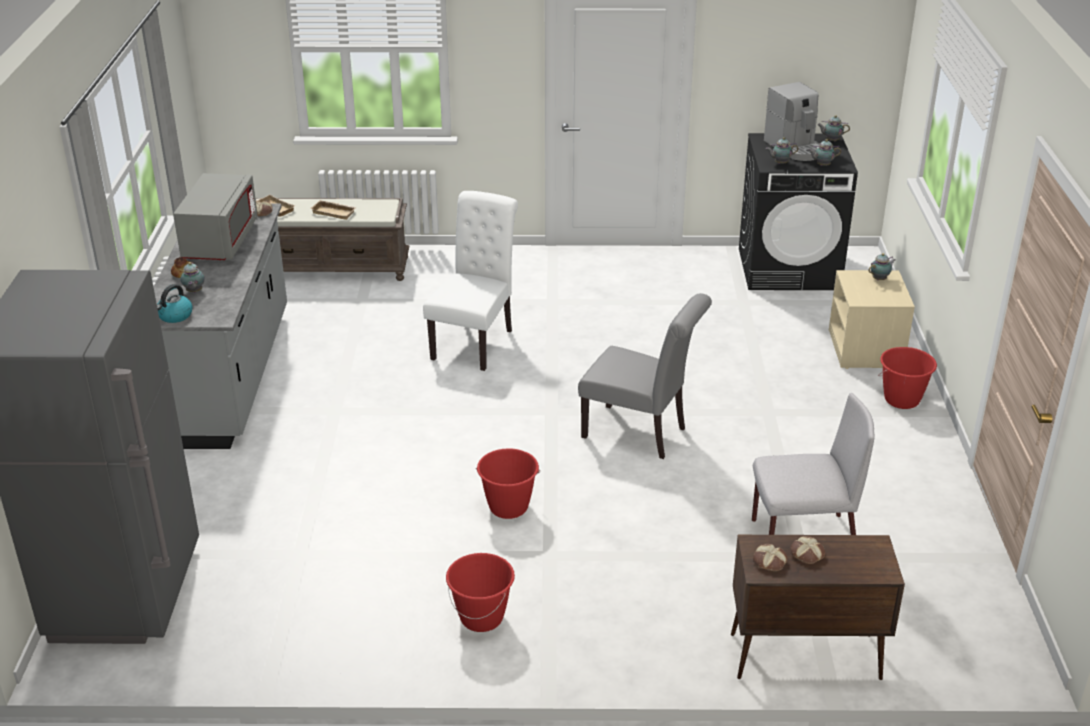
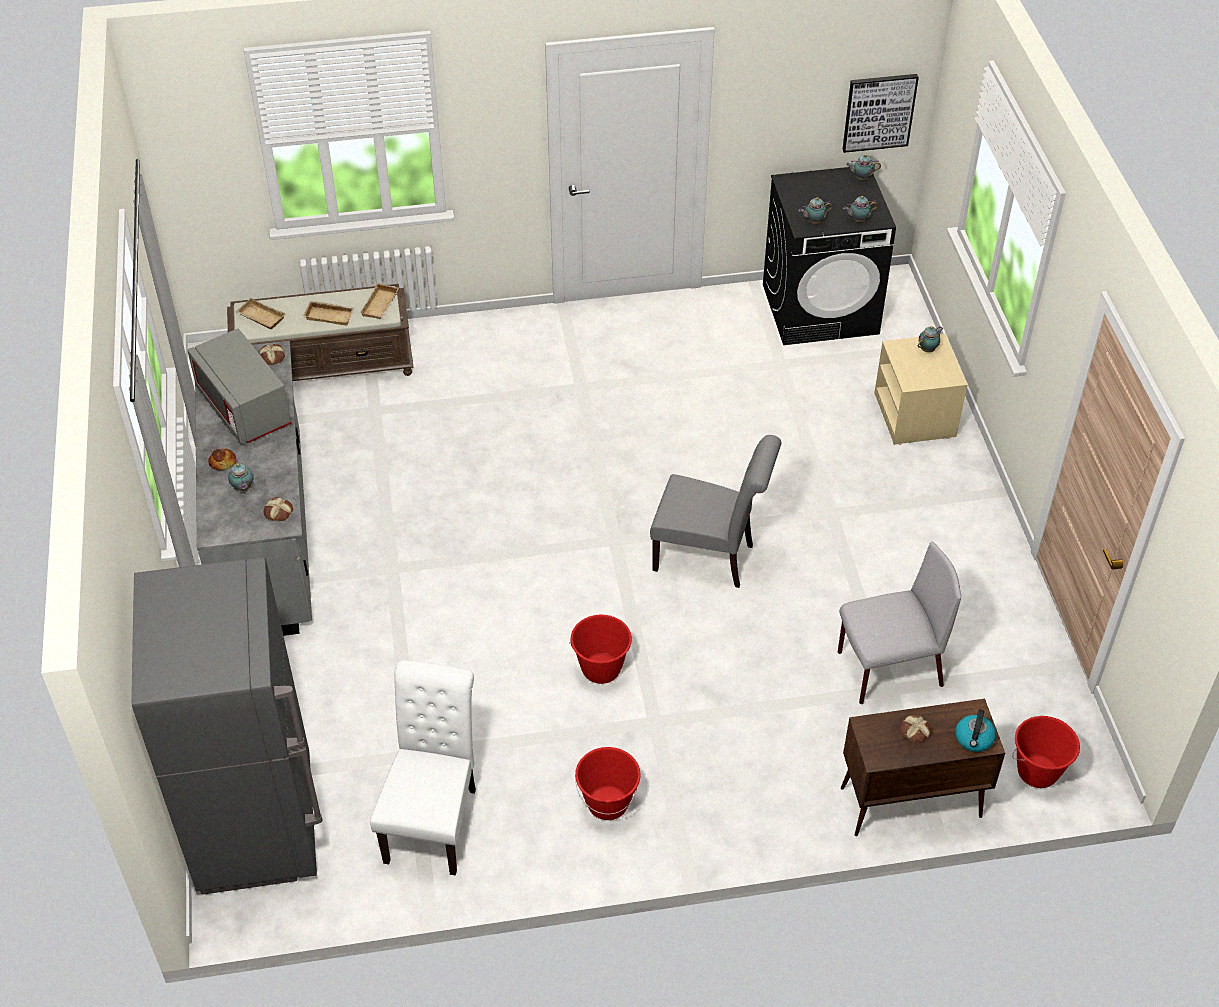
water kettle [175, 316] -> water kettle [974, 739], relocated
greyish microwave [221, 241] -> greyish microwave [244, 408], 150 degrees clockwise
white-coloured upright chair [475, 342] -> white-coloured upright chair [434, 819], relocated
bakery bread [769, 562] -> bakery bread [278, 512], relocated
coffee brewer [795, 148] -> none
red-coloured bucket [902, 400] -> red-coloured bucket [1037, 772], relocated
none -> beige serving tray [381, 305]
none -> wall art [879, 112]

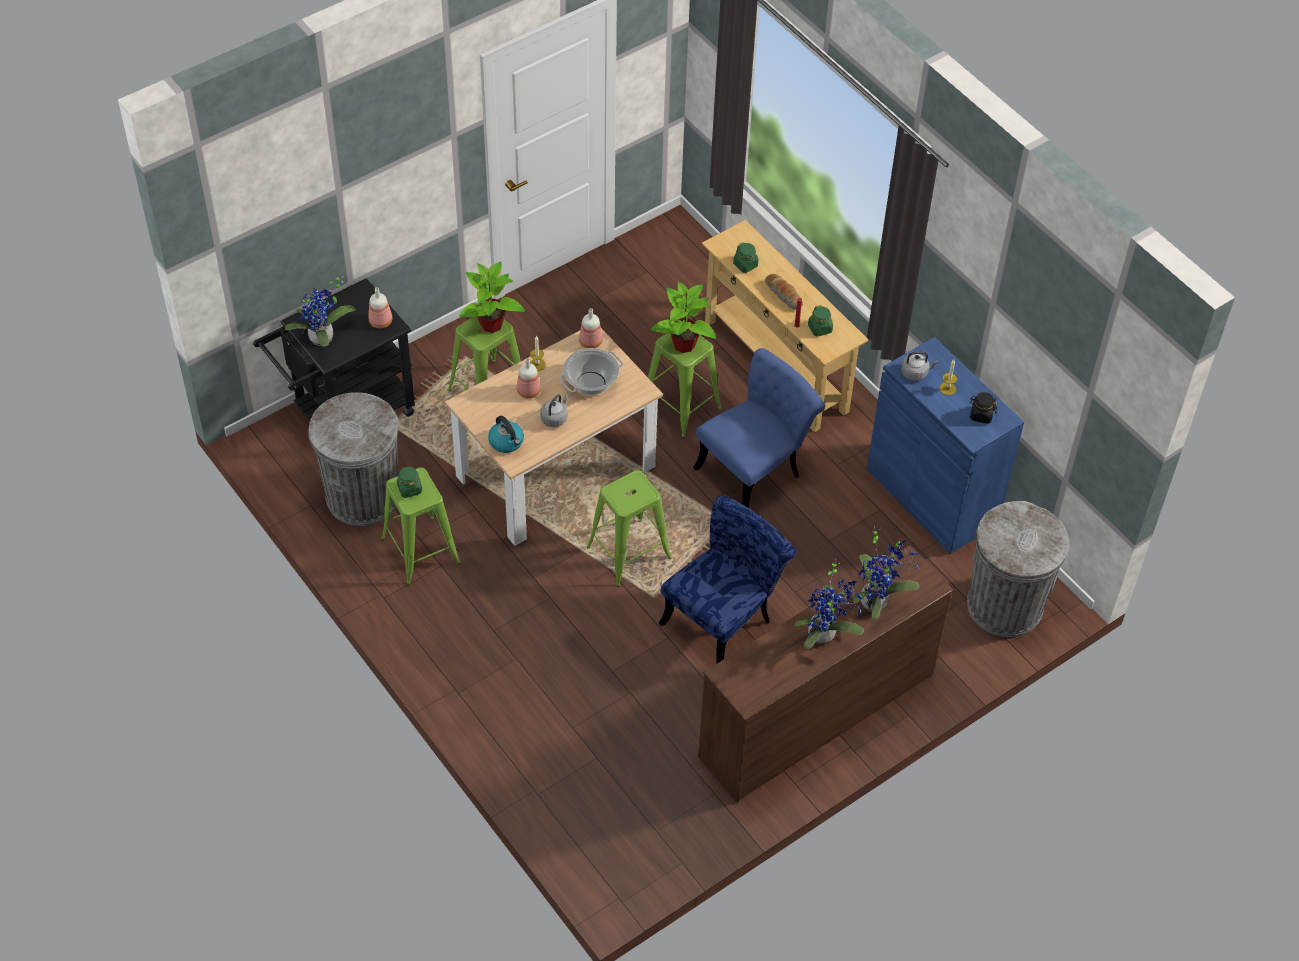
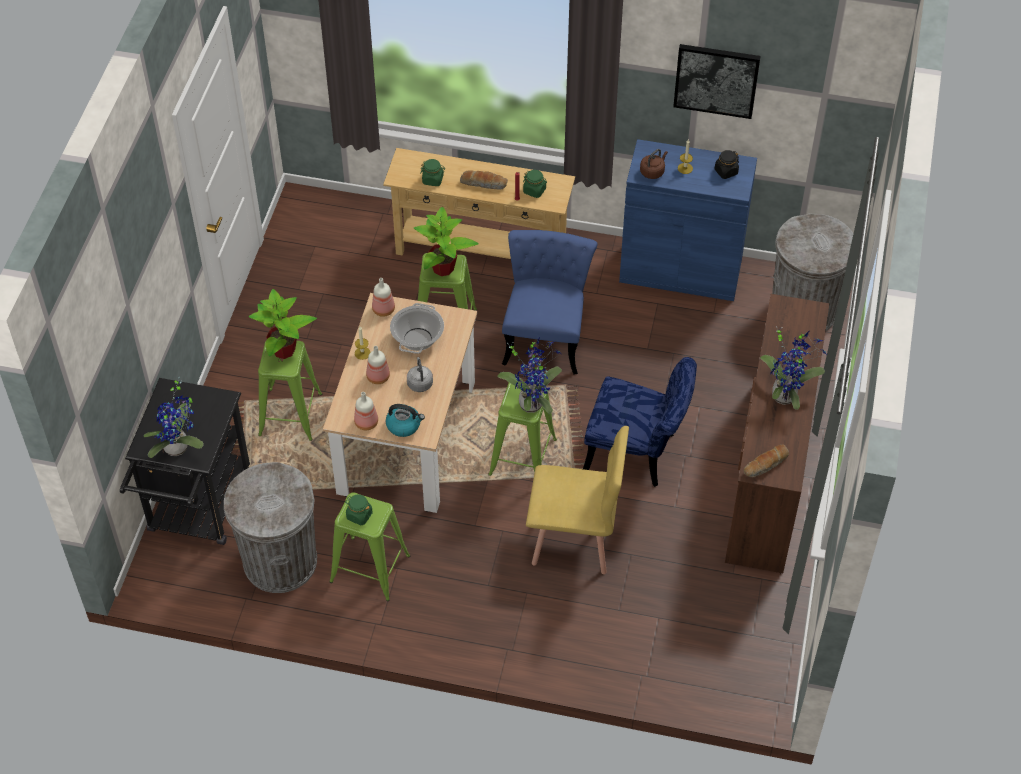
bottle [381, 321] -> bottle [366, 422], relocated
bluish upright chair [724, 619] -> bluish upright chair [637, 454], 105 degrees clockwise
potted plant [877, 601] -> potted plant [532, 402], relocated
greyish water kettle [916, 373] -> brown-coloured water kettle [653, 171]
none -> yellowish upright chair [574, 540]
none -> wall art [716, 80]
none -> bakery bread [766, 465]

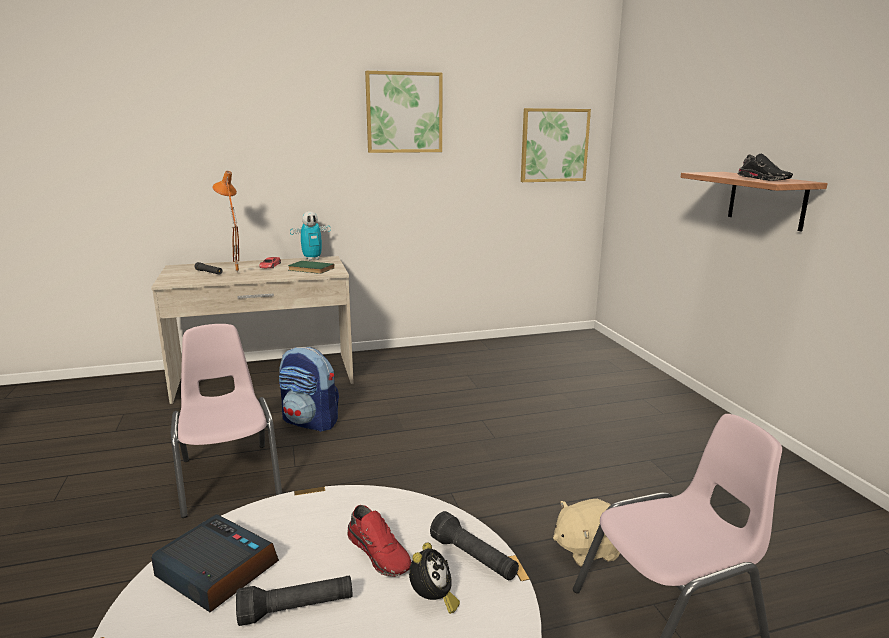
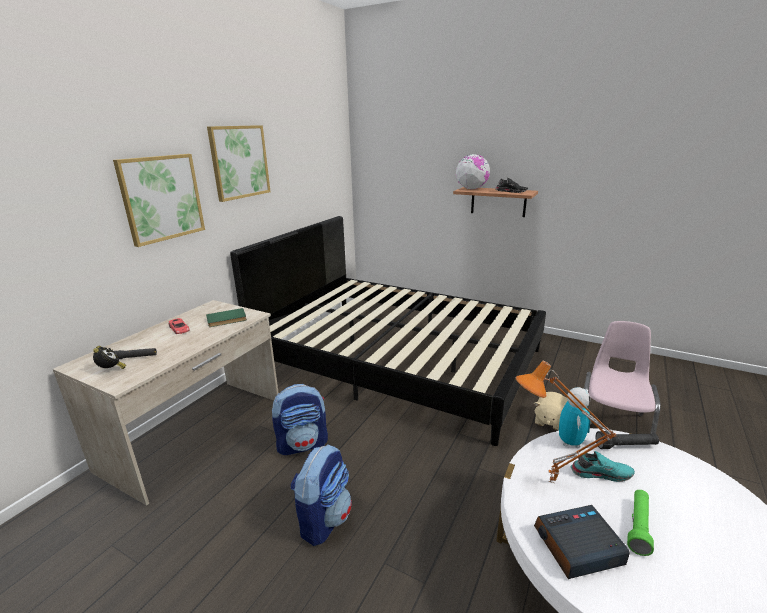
pink upright chair [229, 477] -> rucksack [324, 519]
orange-coloured tabletop lamp [235, 273] -> orange-coloured tabletop lamp [551, 484], relocated
blackish flashlight [297, 609] -> green-coloured flashlight [638, 526]
model robot [312, 259] -> model robot [570, 442], relocated
red-coloured item of footwear [380, 553] -> turquoise item of footwear [600, 473]
alarm clock [432, 600] -> alarm clock [111, 370], relocated
wall art [554, 145] -> wall art [162, 198], relocated
none -> blackish bedroom bed [398, 358]
none -> world globe [471, 189]

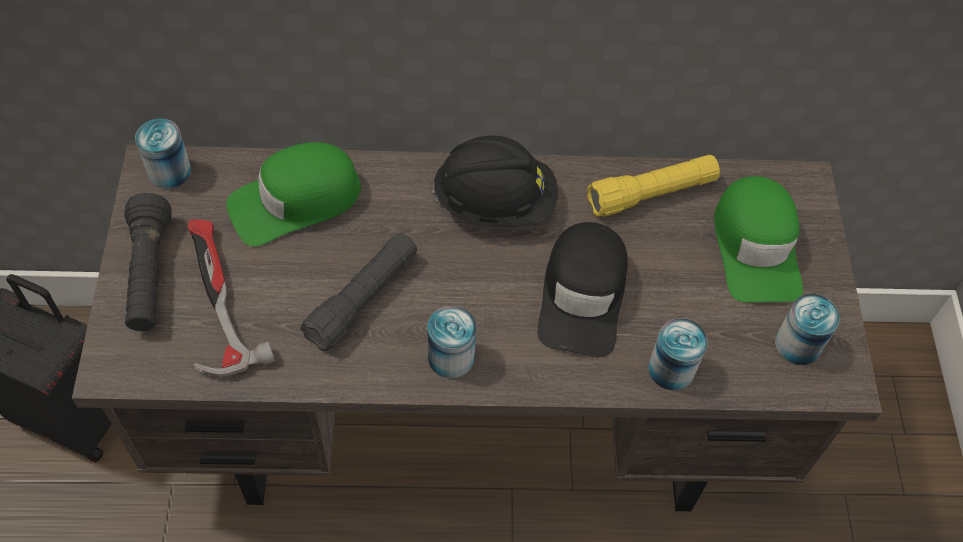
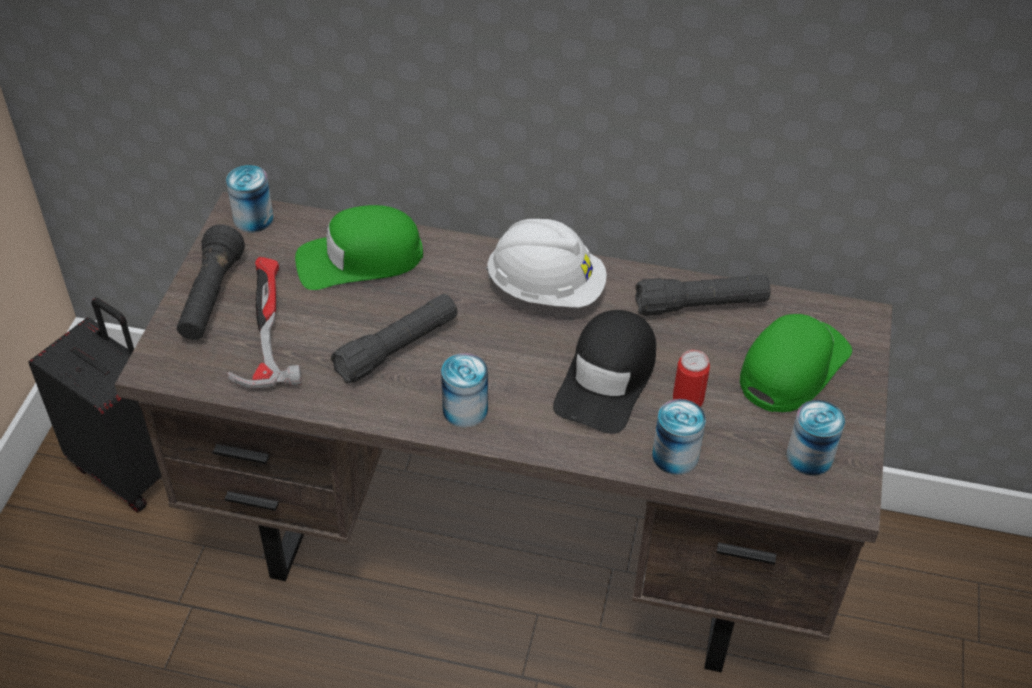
blackish safety helmet [495, 203] -> white-coloured safety helmet [546, 289]
yellowish flashlight [651, 194] -> blackish flashlight [701, 305]
green-coloured cap [756, 247] -> green-coloured cap [792, 366], 150 degrees counterclockwise
none -> metal can [688, 399]

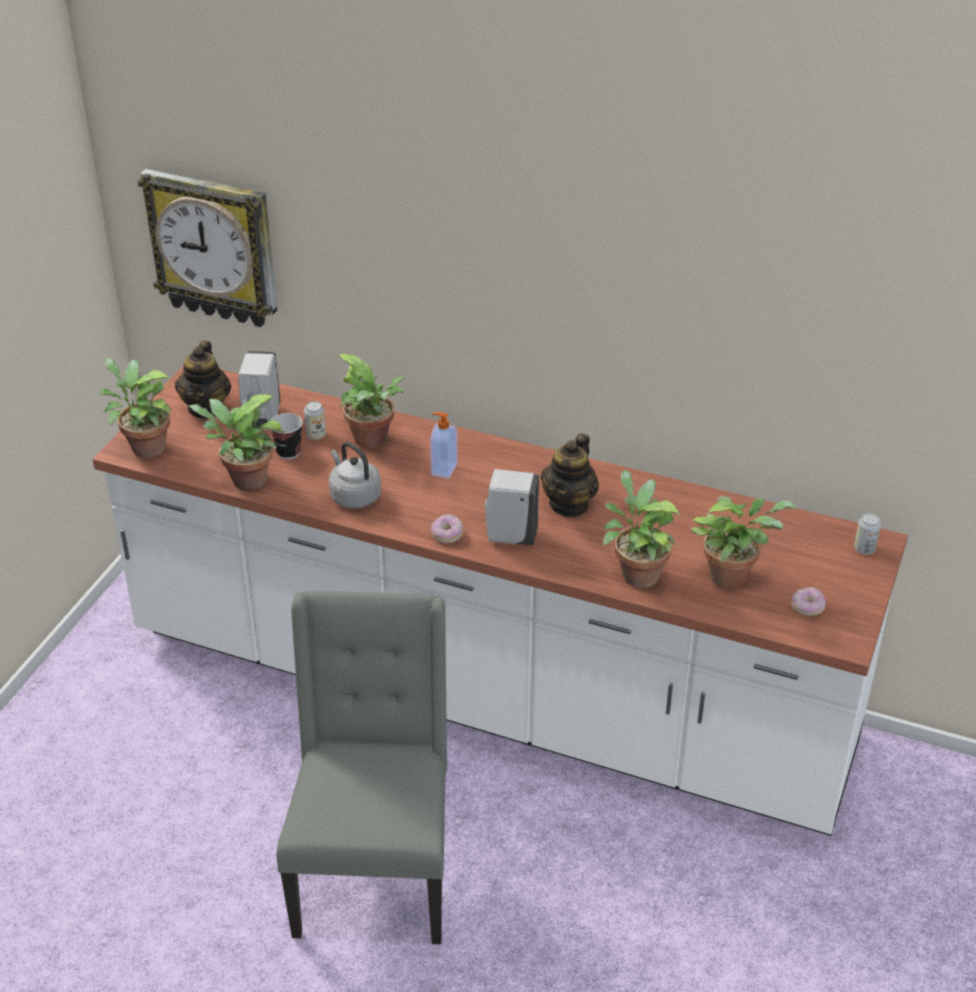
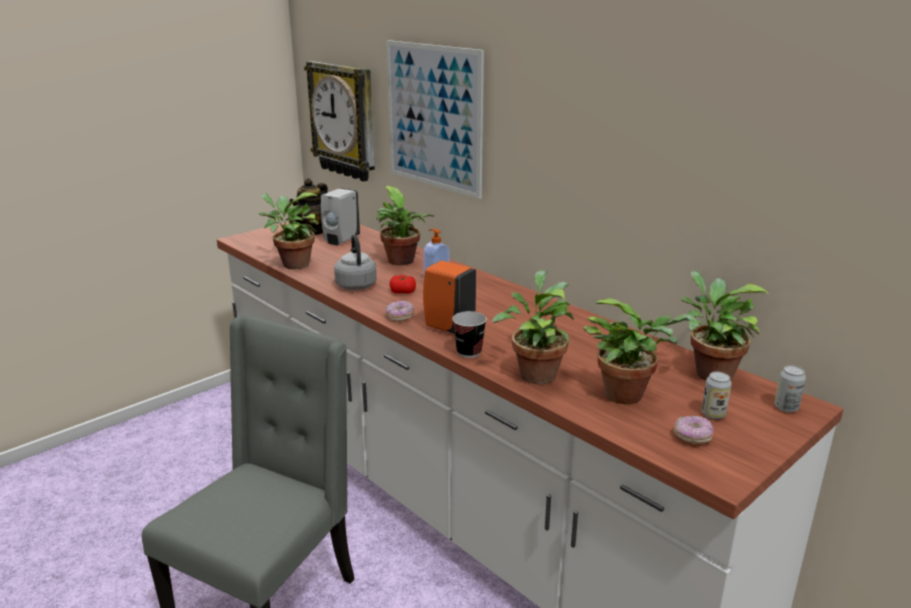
potted plant [144, 447] -> potted plant [709, 372], relocated
cup [288, 452] -> cup [469, 352], relocated
metal can [316, 435] -> metal can [713, 414], relocated
white-coloured soap bottle [510, 536] -> orange-coloured soap bottle [448, 328]
teapot [569, 504] -> none
none -> wall art [433, 117]
none -> tomato [402, 291]

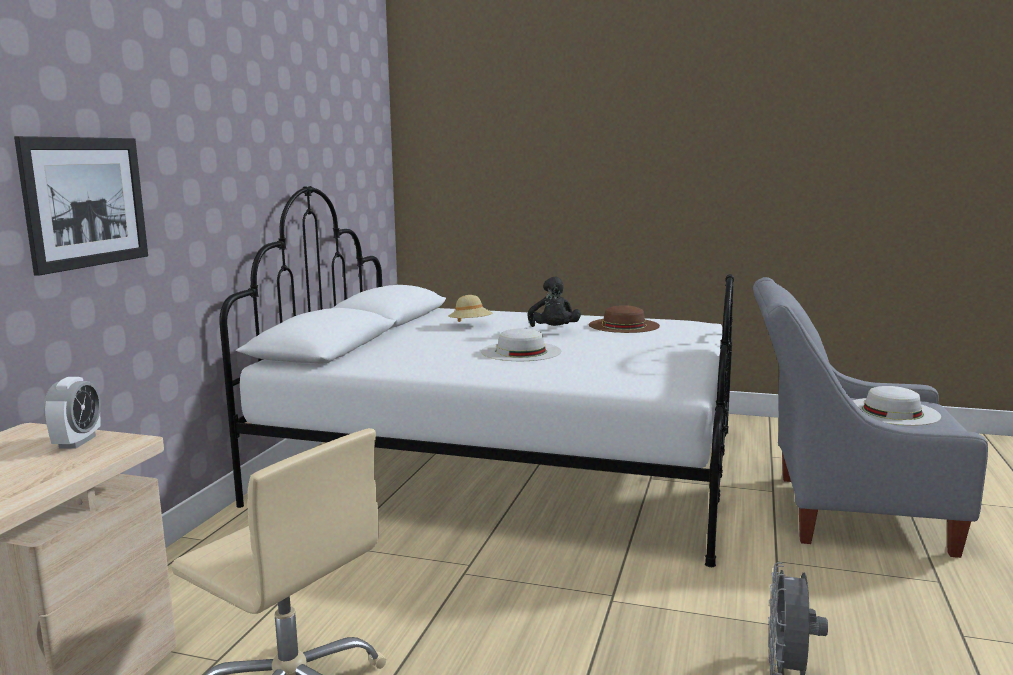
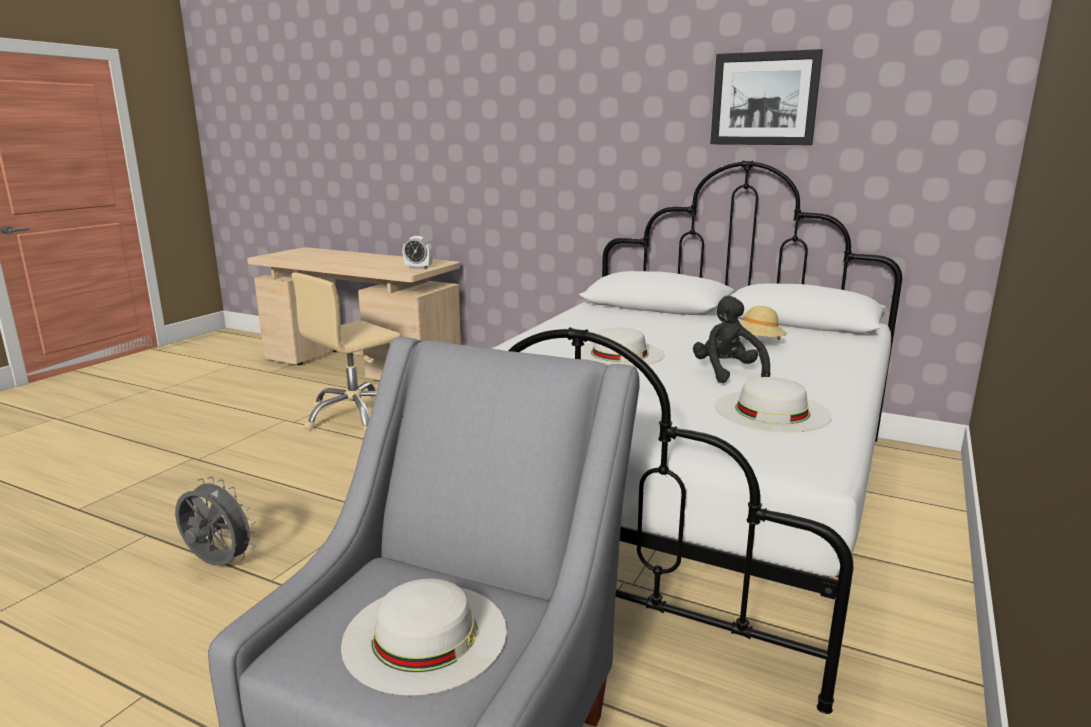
wall art [86, 202] -> wall art [764, 99], relocated
blackish cuddly toy [554, 331] -> blackish cuddly toy [727, 373], 75 degrees clockwise
brown-coloured hat [623, 325] -> white-coloured hat [772, 410]

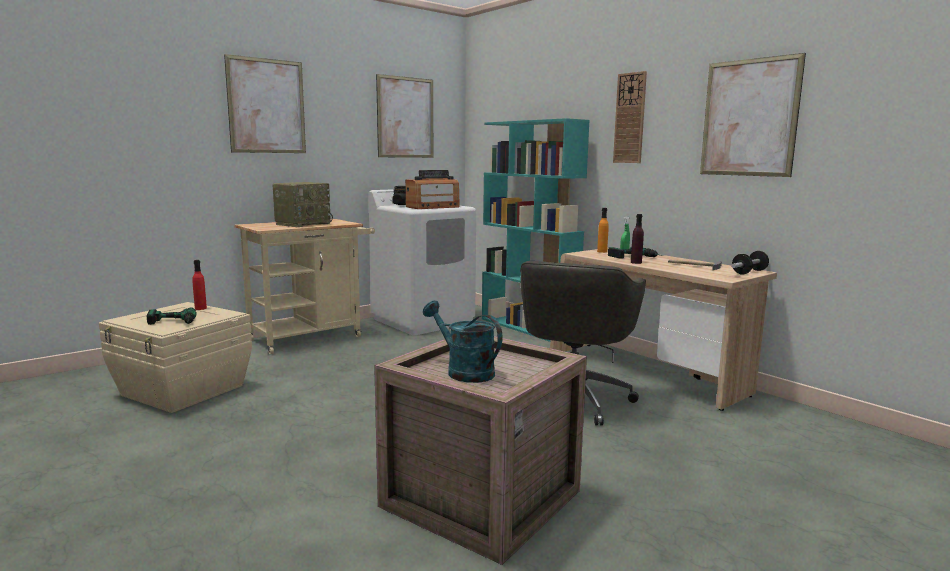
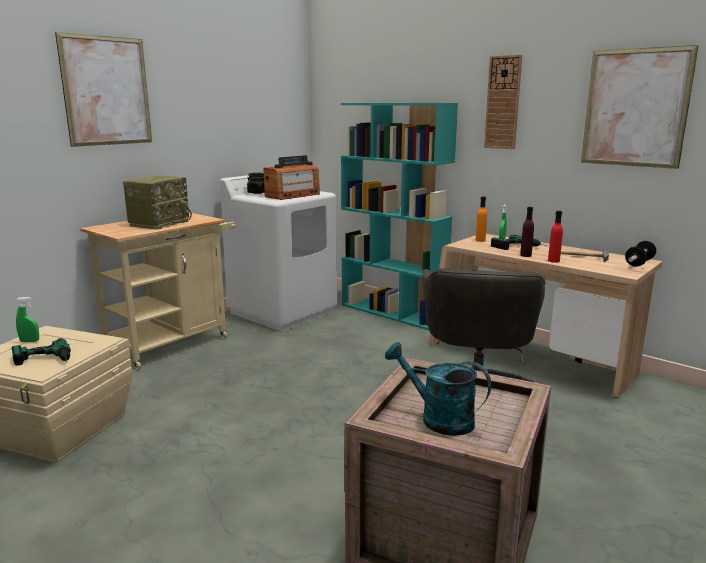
red-coloured bottle [200, 308] -> red-coloured bottle [553, 261], relocated
wall art [405, 117] -> none
none -> green-coloured hand sprayer [29, 341]

